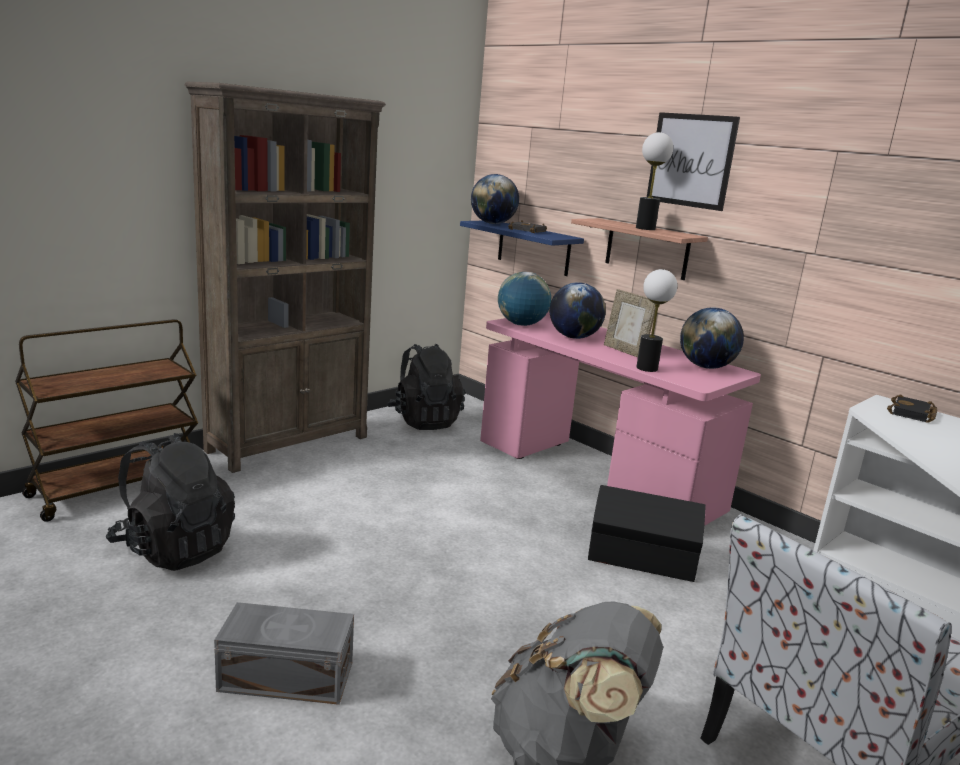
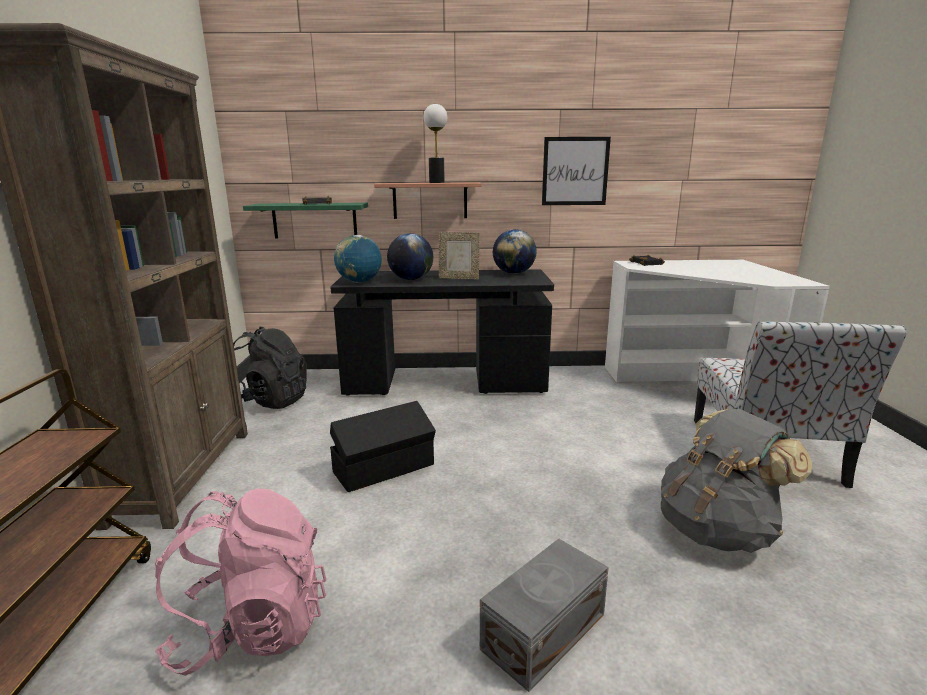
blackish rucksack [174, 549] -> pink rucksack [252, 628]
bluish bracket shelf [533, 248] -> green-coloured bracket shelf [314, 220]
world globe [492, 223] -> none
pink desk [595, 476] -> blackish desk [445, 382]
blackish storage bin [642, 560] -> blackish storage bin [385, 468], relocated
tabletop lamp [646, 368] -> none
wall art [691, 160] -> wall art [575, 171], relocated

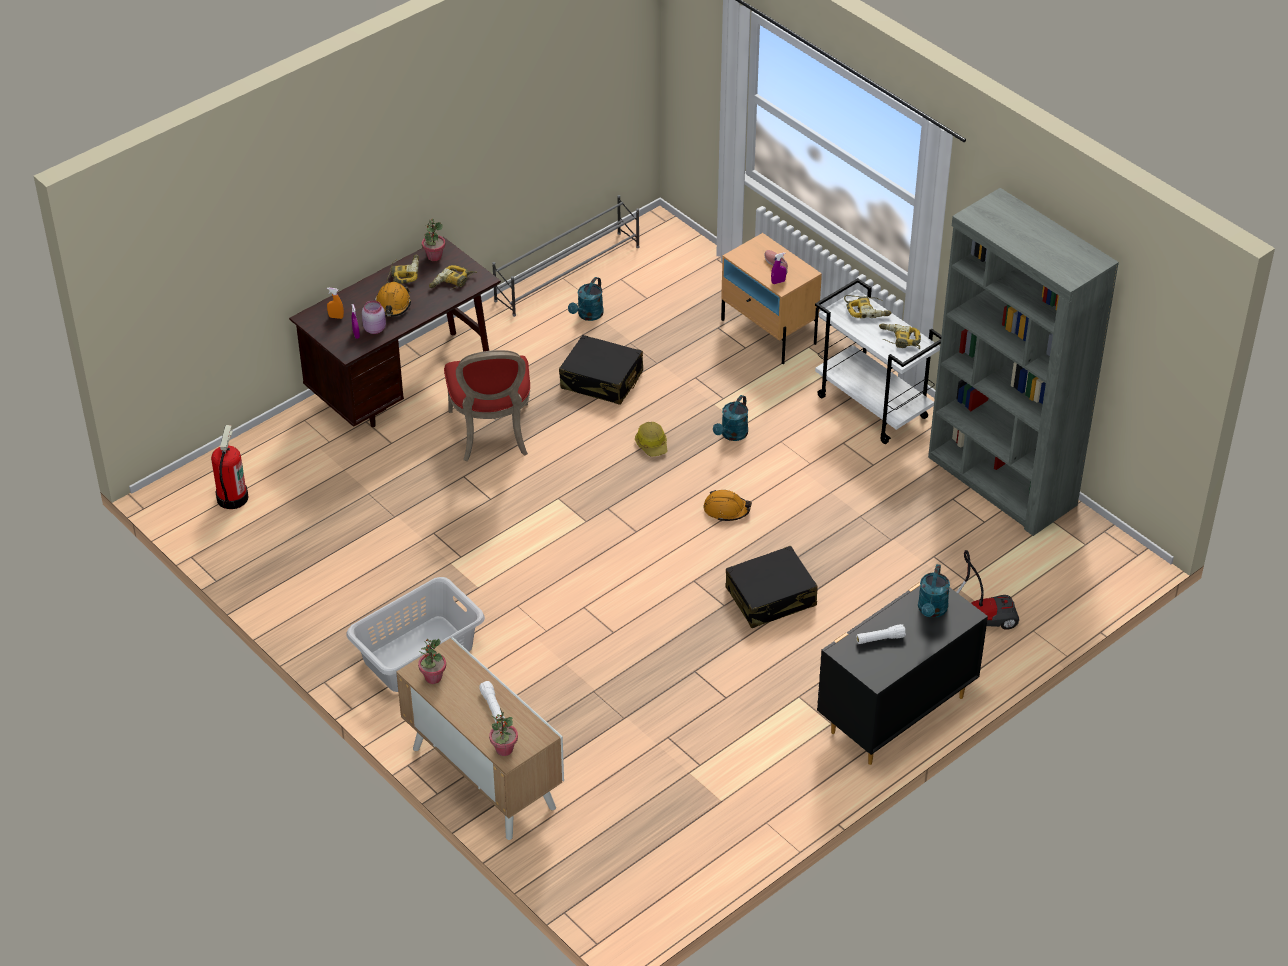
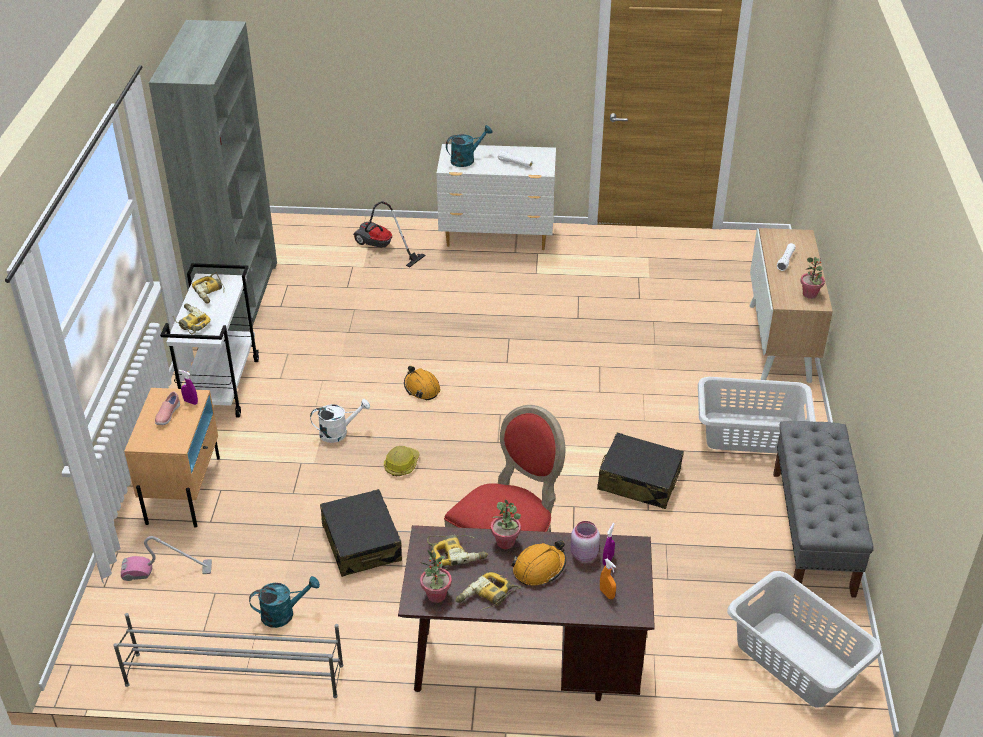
fire-fighting cylinder [232, 497] -> greyish hamper [796, 660]
potted plant [504, 749] -> potted plant [505, 542], relocated
turquoise sprinkling can [732, 435] -> white-coloured sprinkling can [339, 432]
blackish piece of luggage [771, 597] -> blackish piece of luggage [638, 481], relocated
blackish chest of drawers [895, 714] -> white-coloured chest of drawers [497, 238]
none -> vacuum cleaner [167, 570]
none -> greyish long seat [812, 532]

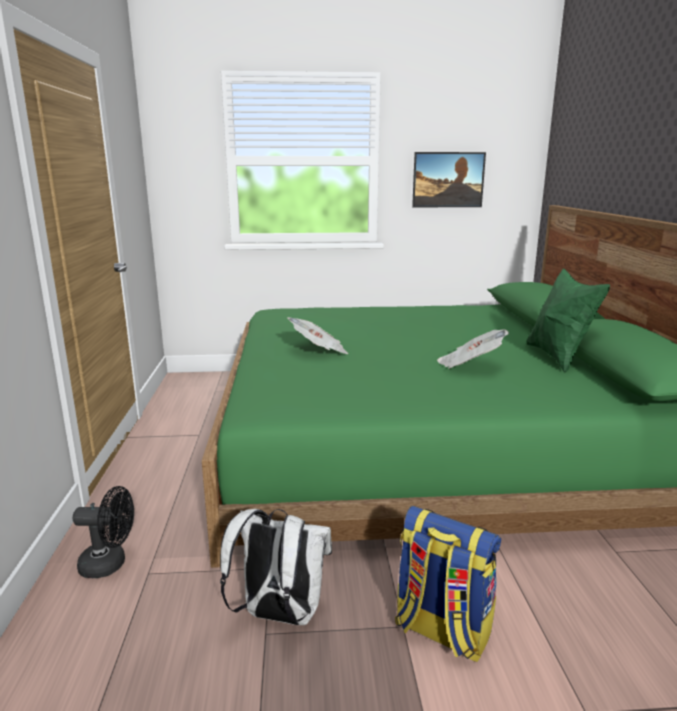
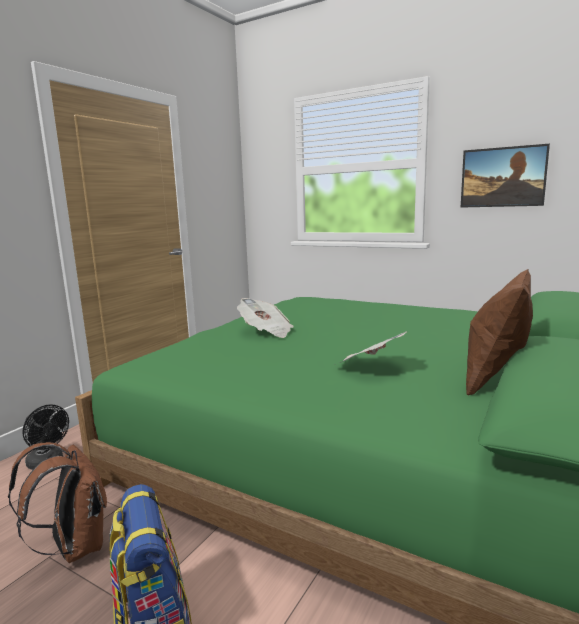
white-coloured rucksack [278, 615] -> brown-coloured rucksack [74, 547]
green-coloured throw pillow [558, 357] -> brown-coloured throw pillow [495, 379]

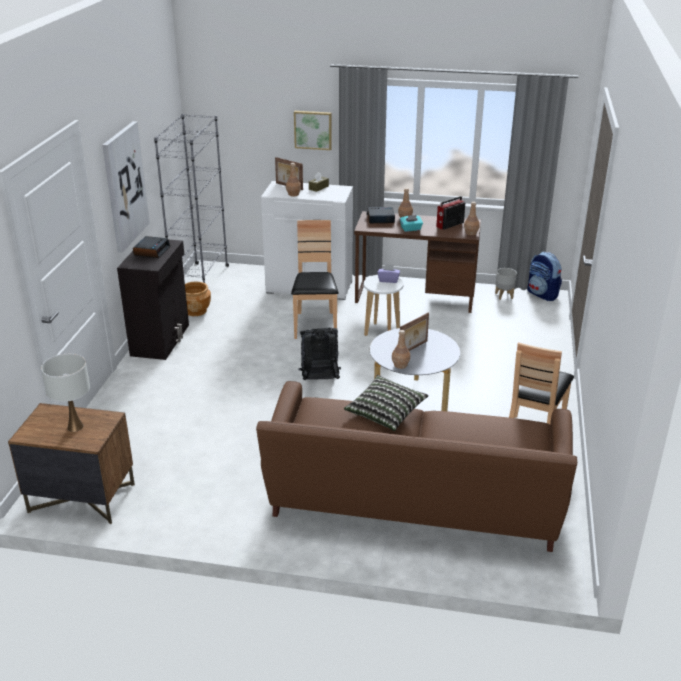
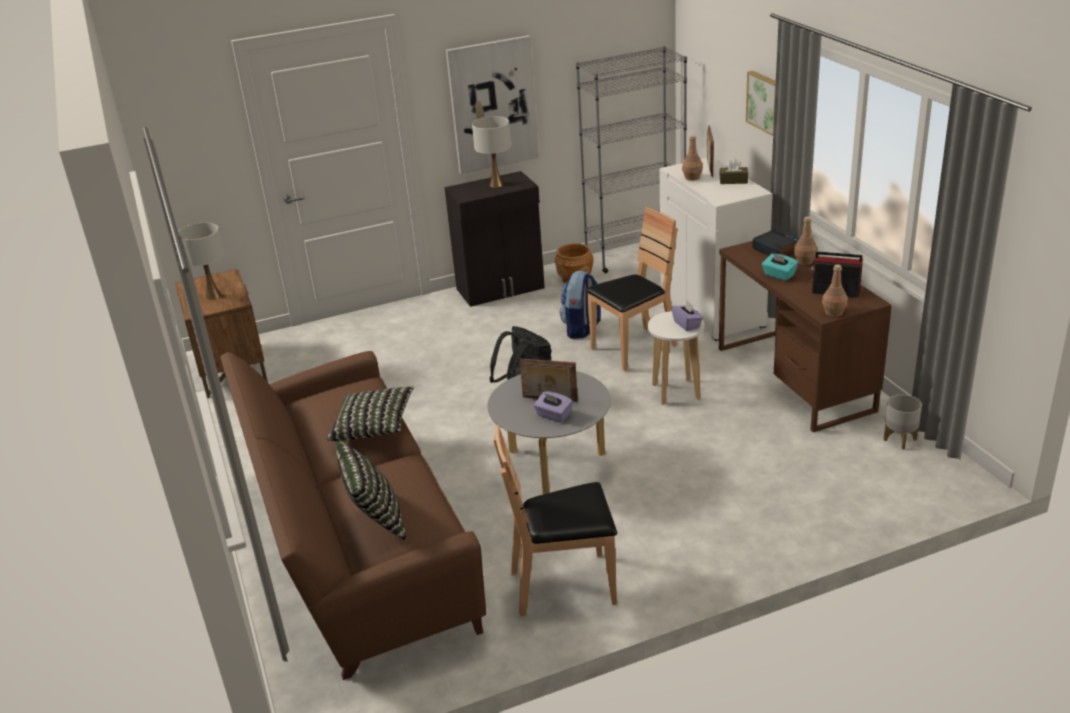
alarm clock [151, 251] -> white-coloured tabletop lamp [496, 184]
brown-coloured bottle [400, 365] -> none
rucksack [542, 294] -> rucksack [582, 329], relocated
none -> throw pillow [375, 520]
none -> purplish box of tissues [553, 415]

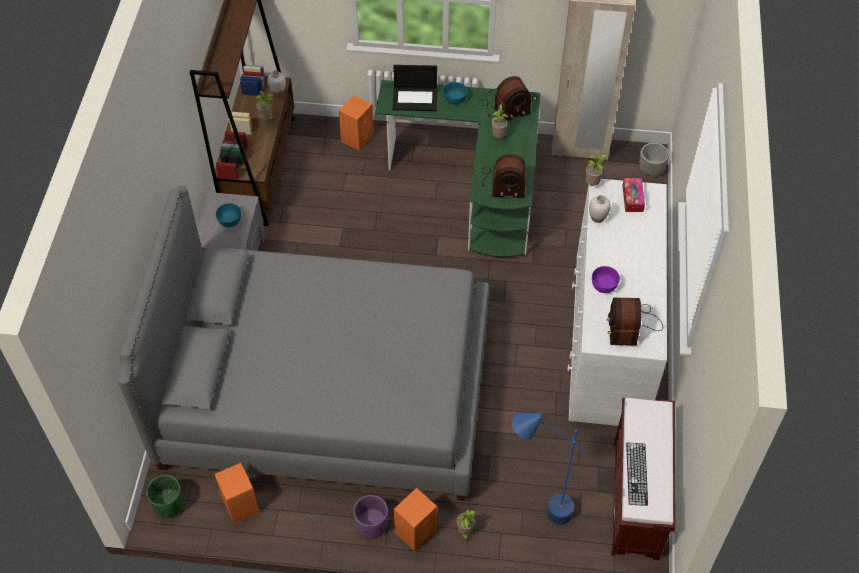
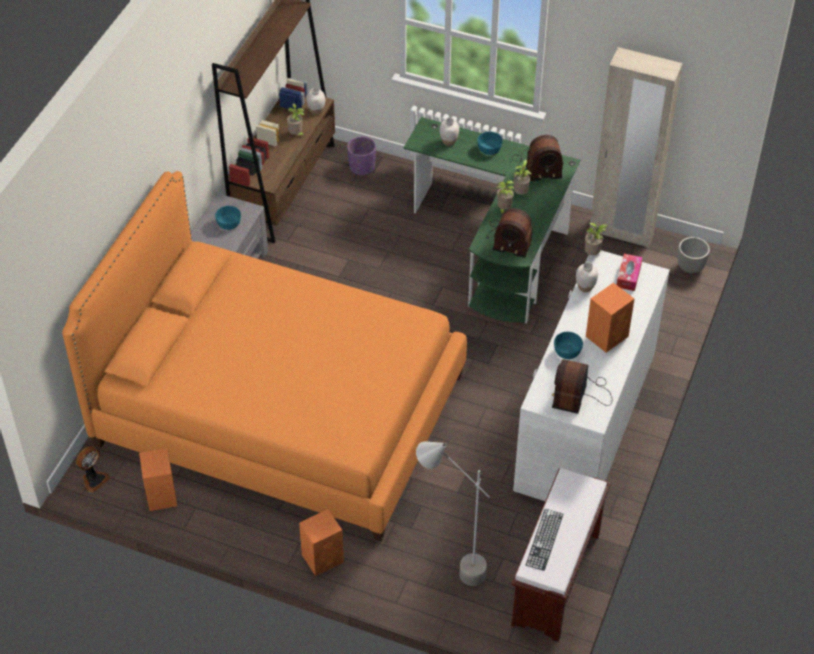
greyish bedroom bed [326, 390] -> orange-coloured bedroom bed [279, 409]
green-coloured flower pot [169, 505] -> cooling fan [94, 479]
orange-coloured speaker [358, 138] -> orange-coloured speaker [607, 336], relocated
purplish flower pot [371, 525] -> purplish flower pot [362, 167], relocated
notebook computer [415, 98] -> white-coloured vase [449, 141]
potted plant [465, 532] -> potted plant [503, 209], relocated
bluish standard lamp [537, 511] -> greyish standard lamp [451, 568]
purplish bowl [603, 285] -> turquoise bowl [566, 351]

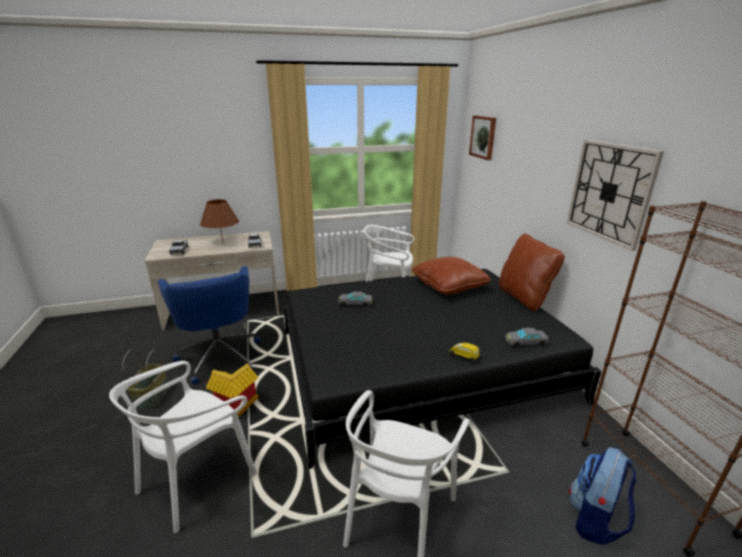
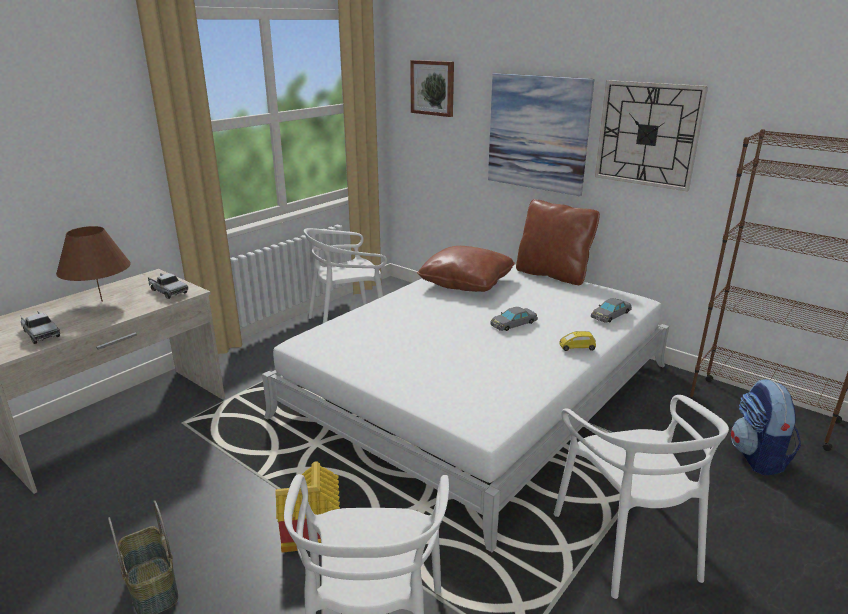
bluish computer chair [219, 355] -> none
blackish bedroom bed [419, 365] -> white-coloured bedroom bed [478, 390]
greyish model car [355, 302] -> greyish model car [513, 323], relocated
none -> wall art [538, 133]

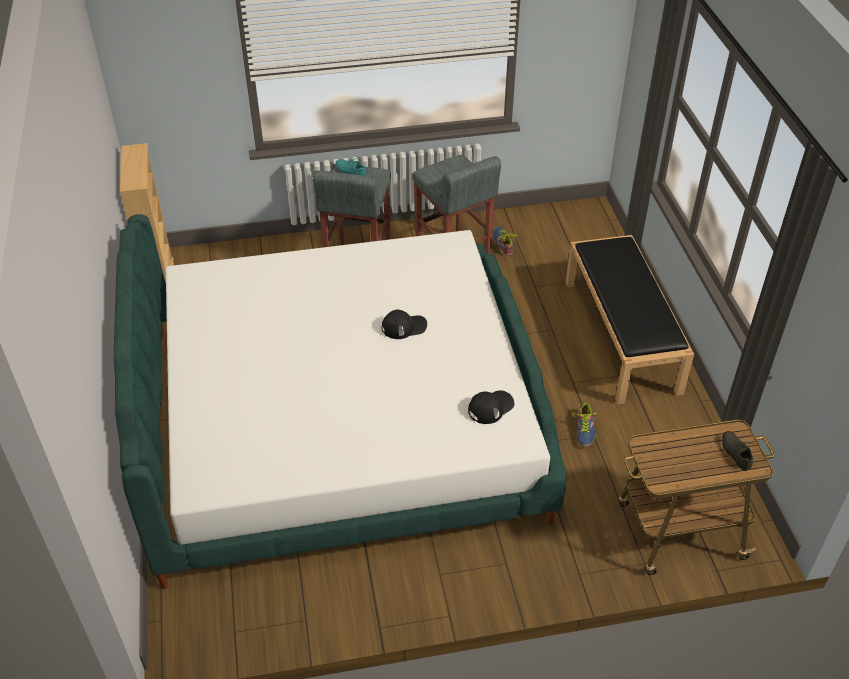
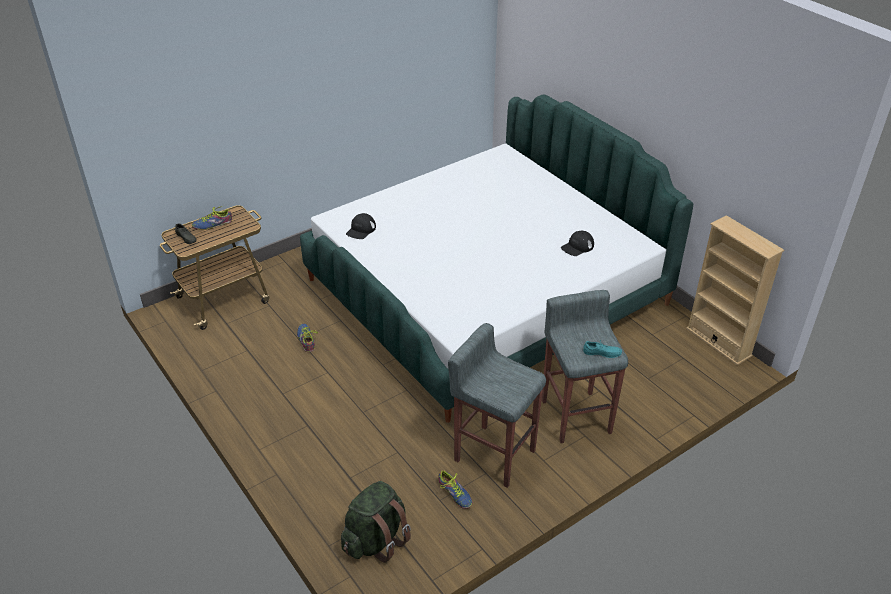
blackish cap [404, 327] -> blackish cap [577, 247], relocated
blackish long seat [622, 336] -> none
none -> item of footwear [213, 224]
none -> green-coloured rucksack [376, 540]

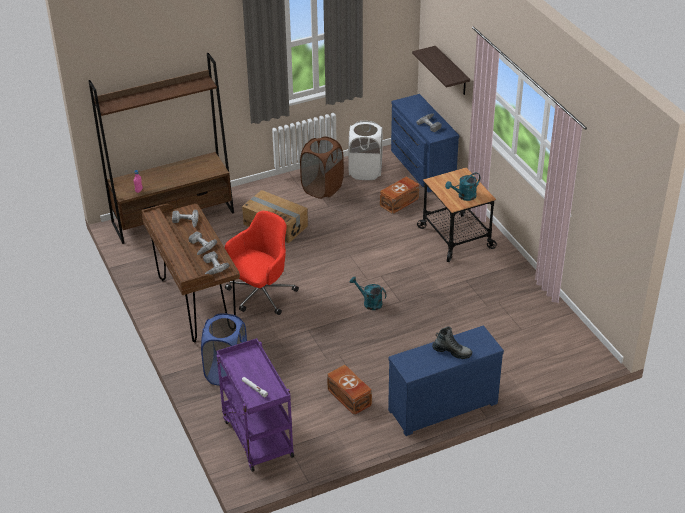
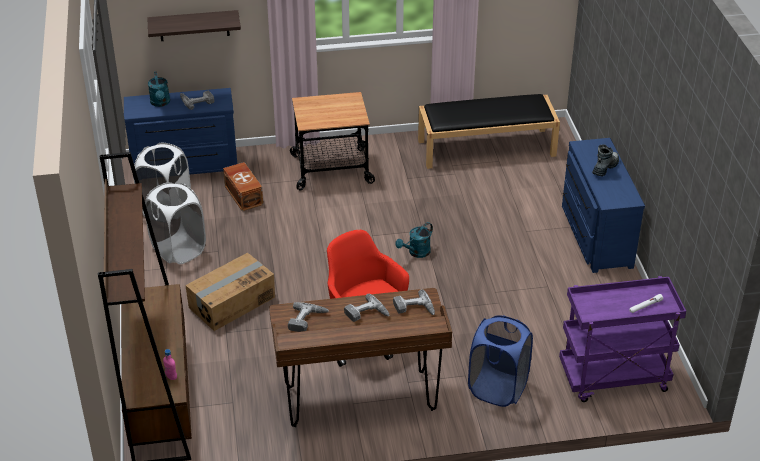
brown-coloured hamper [322, 188] -> white-coloured hamper [178, 250]
brown-coloured storage bin [349, 398] -> none
turquoise sprinkling can [464, 196] -> turquoise sprinkling can [160, 103], relocated
none -> blackish long seat [487, 147]

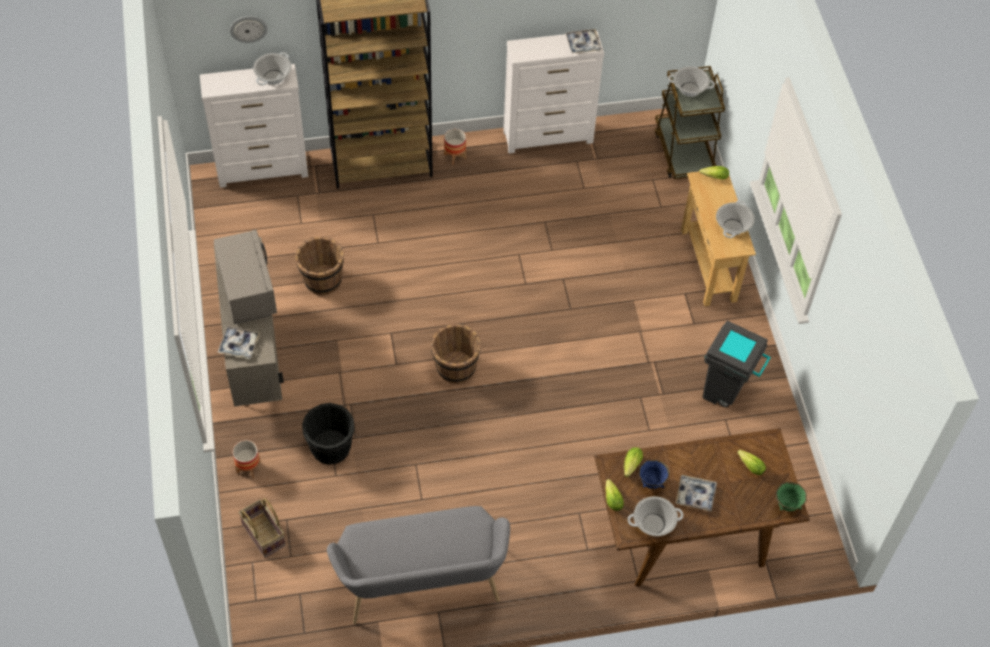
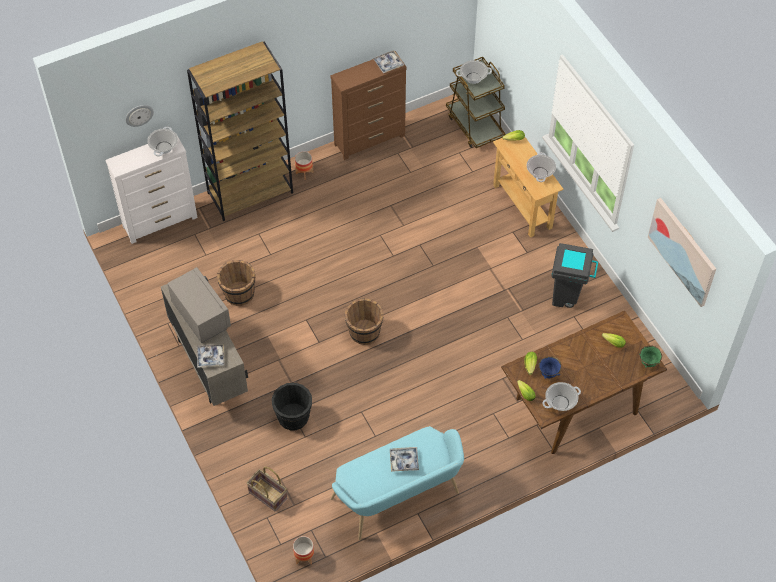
flower pot [248, 467] -> flower pot [304, 557], relocated
greyish long seat [422, 587] -> turquoise long seat [399, 499]
white-coloured chest of drawers [549, 137] -> brown-coloured chest of drawers [370, 140]
serving tray [695, 495] -> serving tray [404, 461], relocated
none -> wall art [683, 251]

